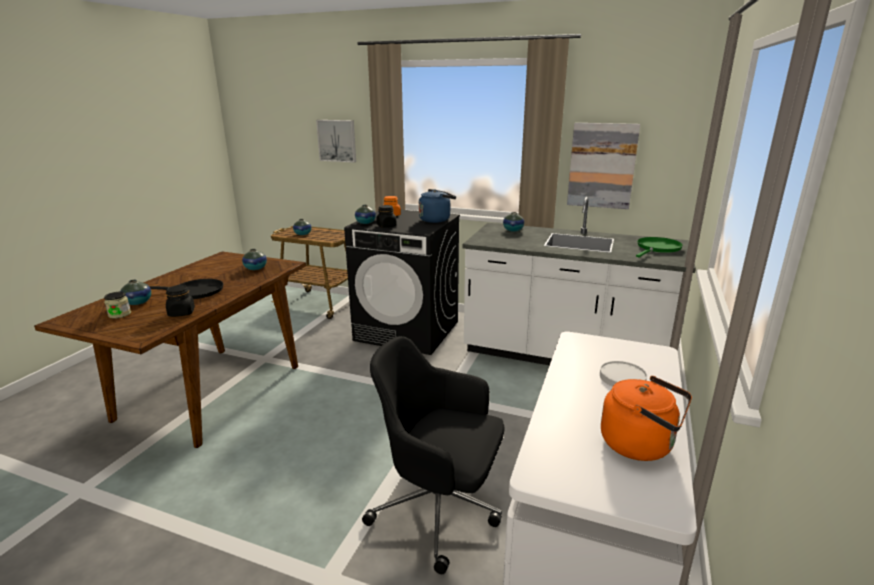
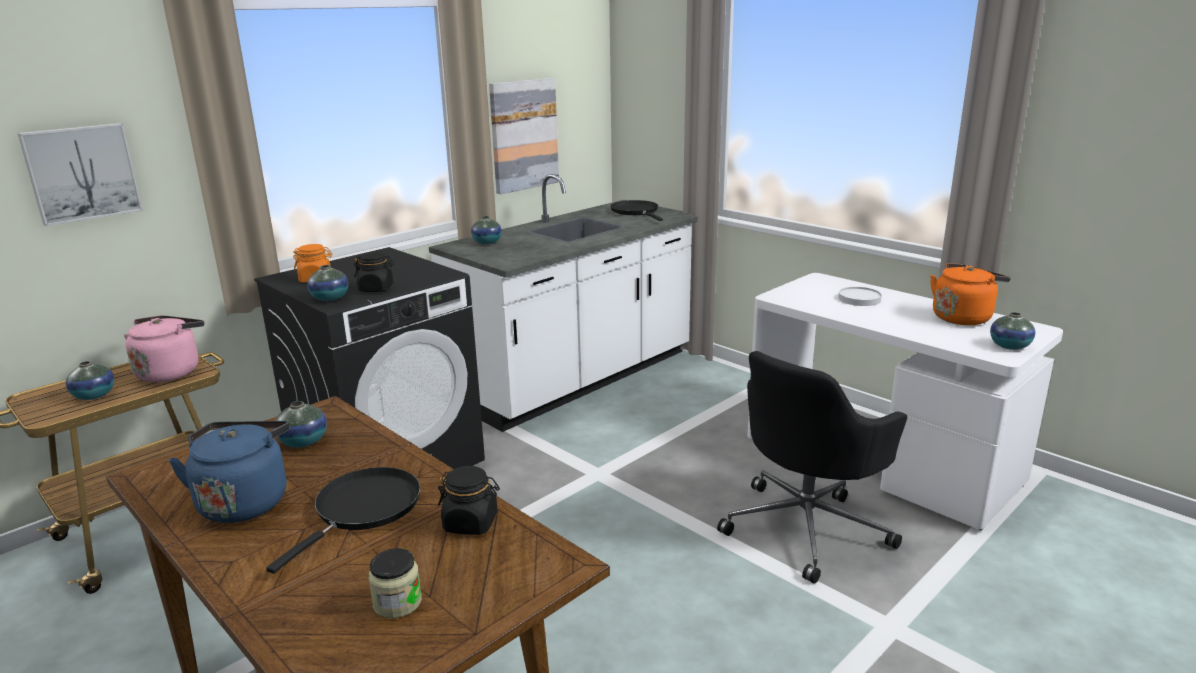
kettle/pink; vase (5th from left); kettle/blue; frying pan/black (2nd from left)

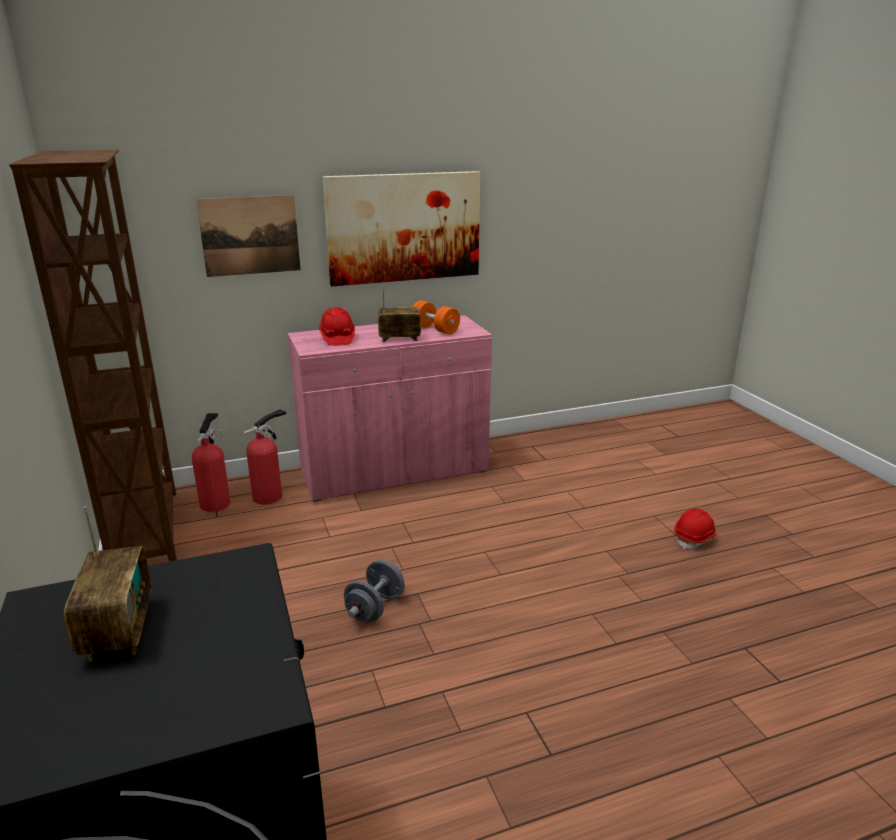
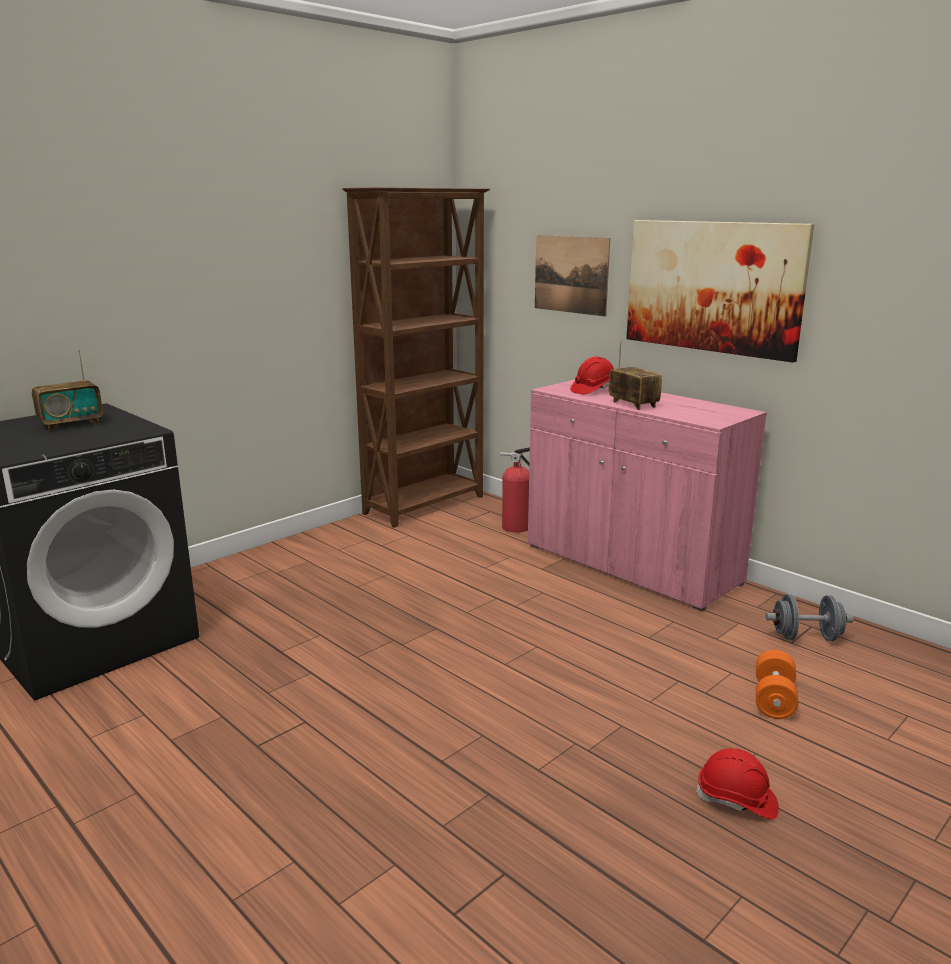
fire extinguisher (1st from left in the first image); dumbbell/grey; dumbbell/orange

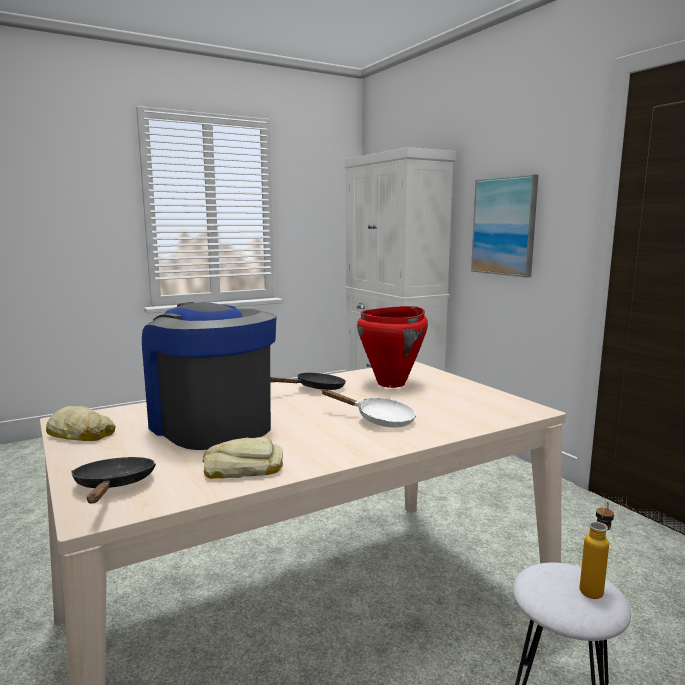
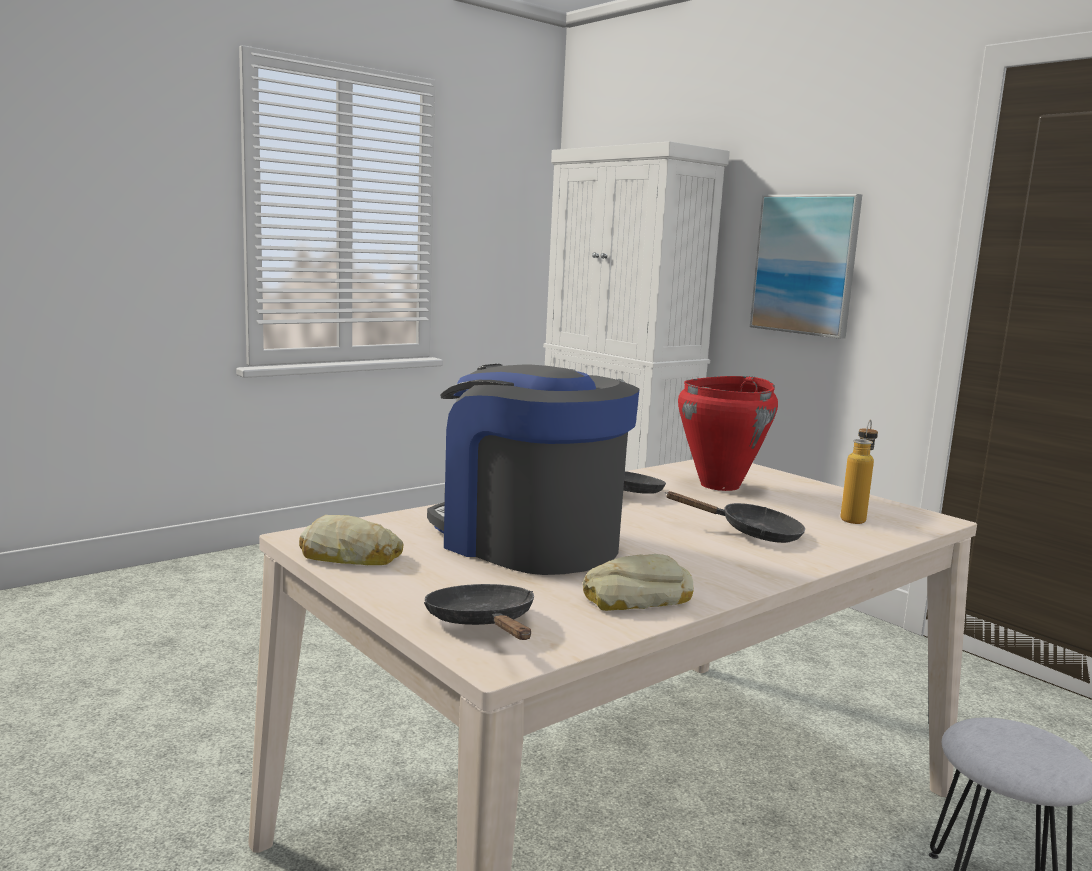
bottle; frying pan/black (3rd from left)

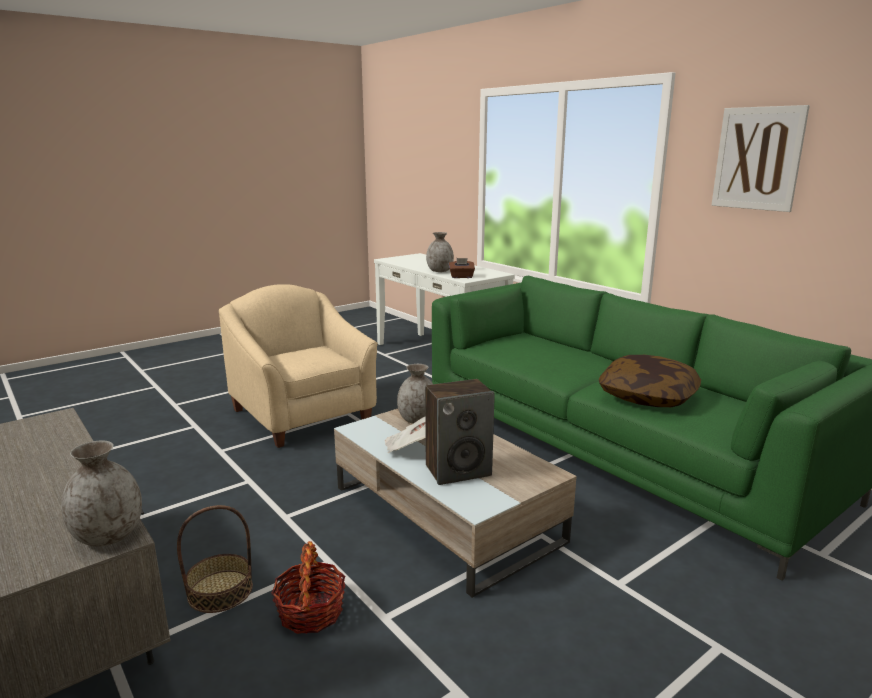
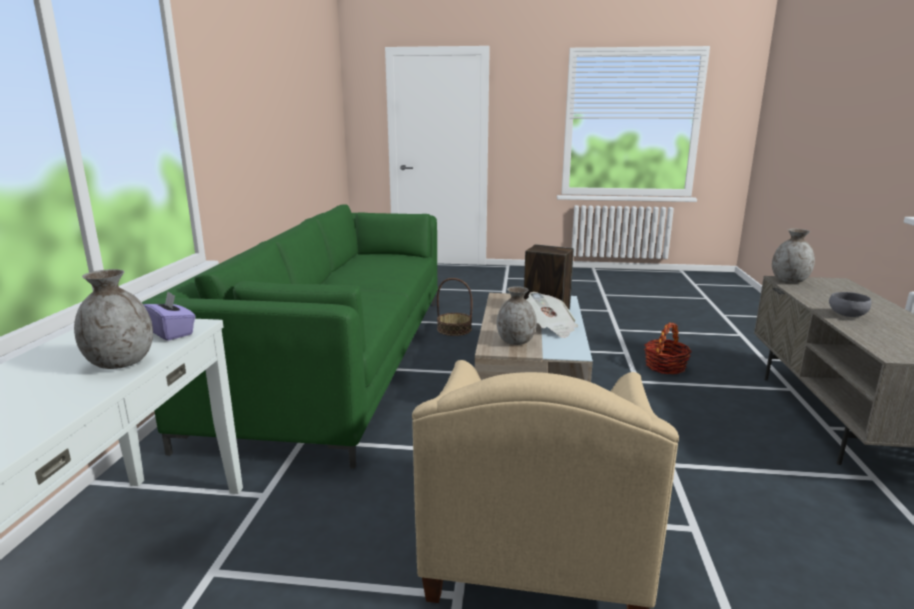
pillow; picture; bowl/grey; basket (1st from left); tissue box/purple

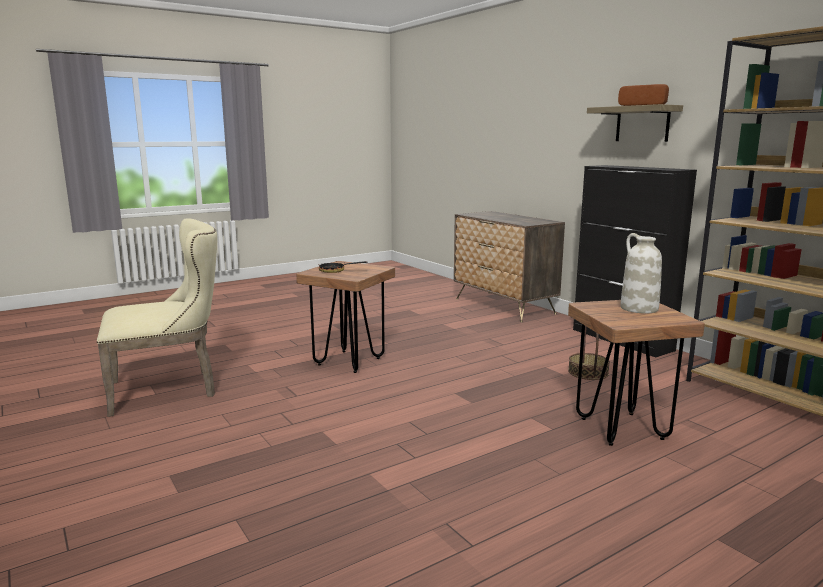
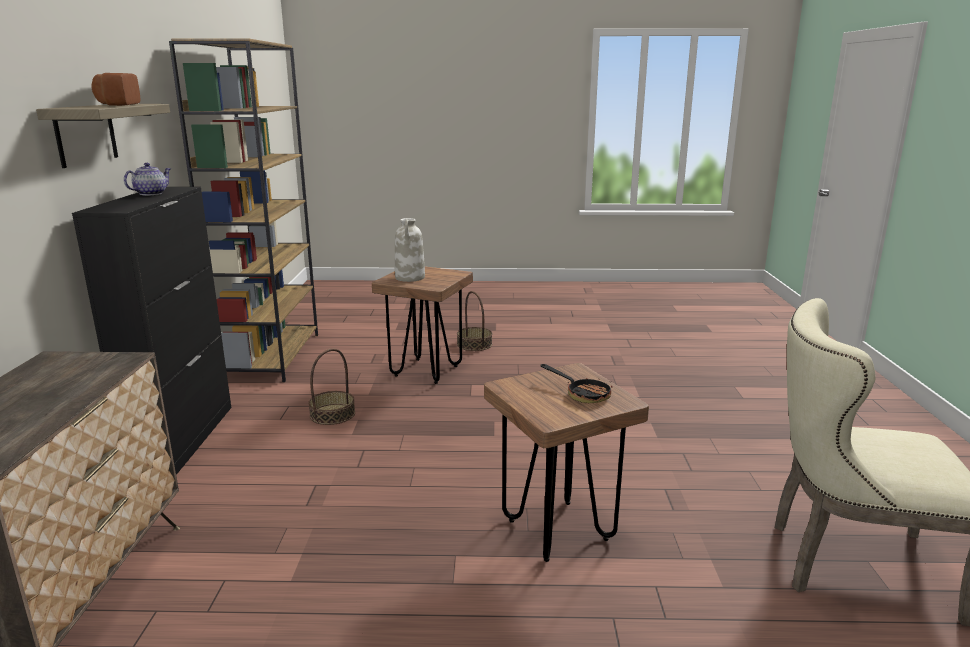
teapot; basket (2nd from left)

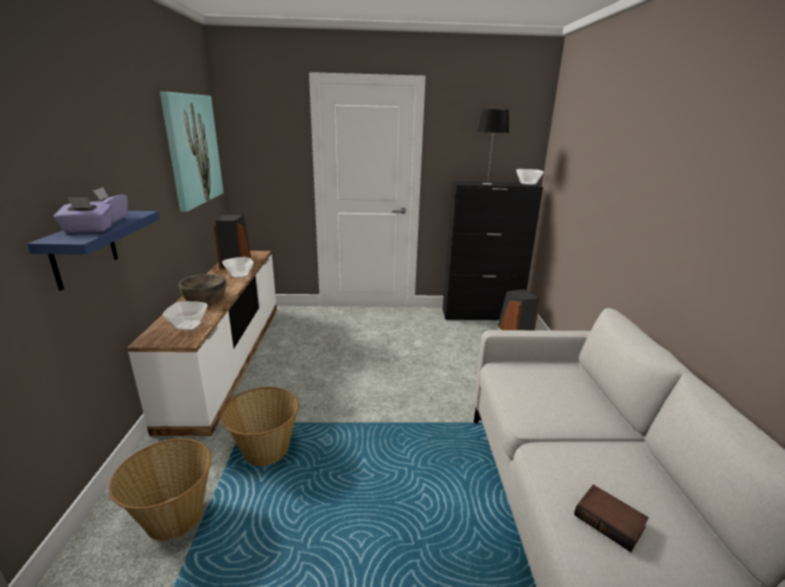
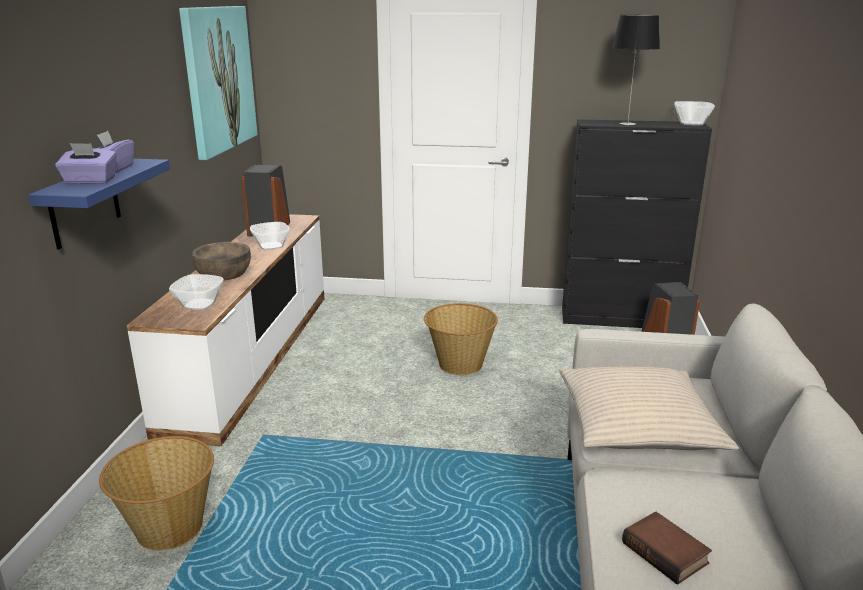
pillow/beige; basket (2nd from left)

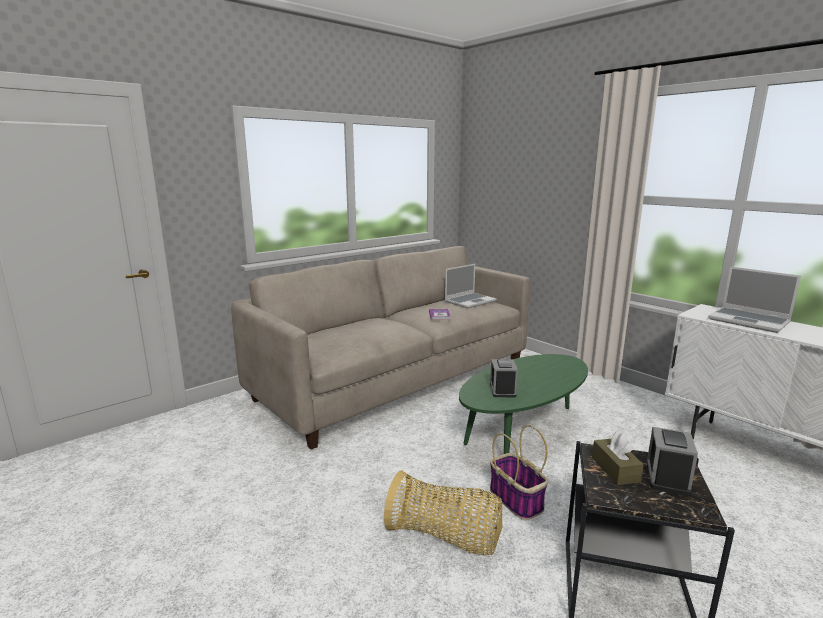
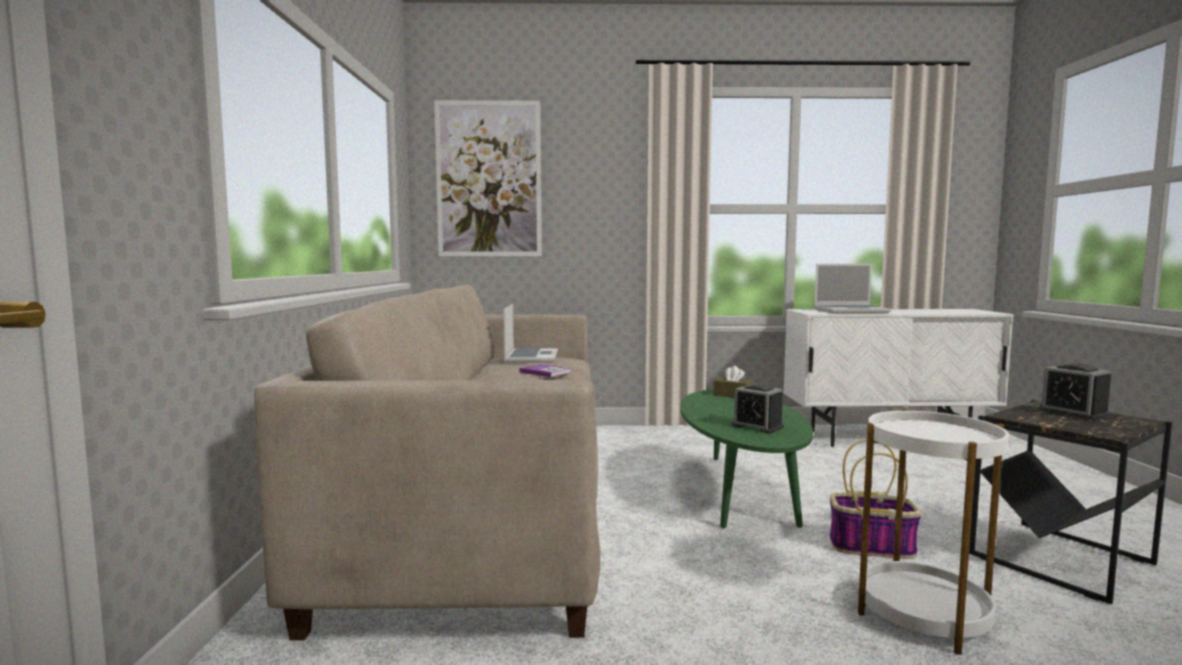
picture; tissue box/brown; side table/white

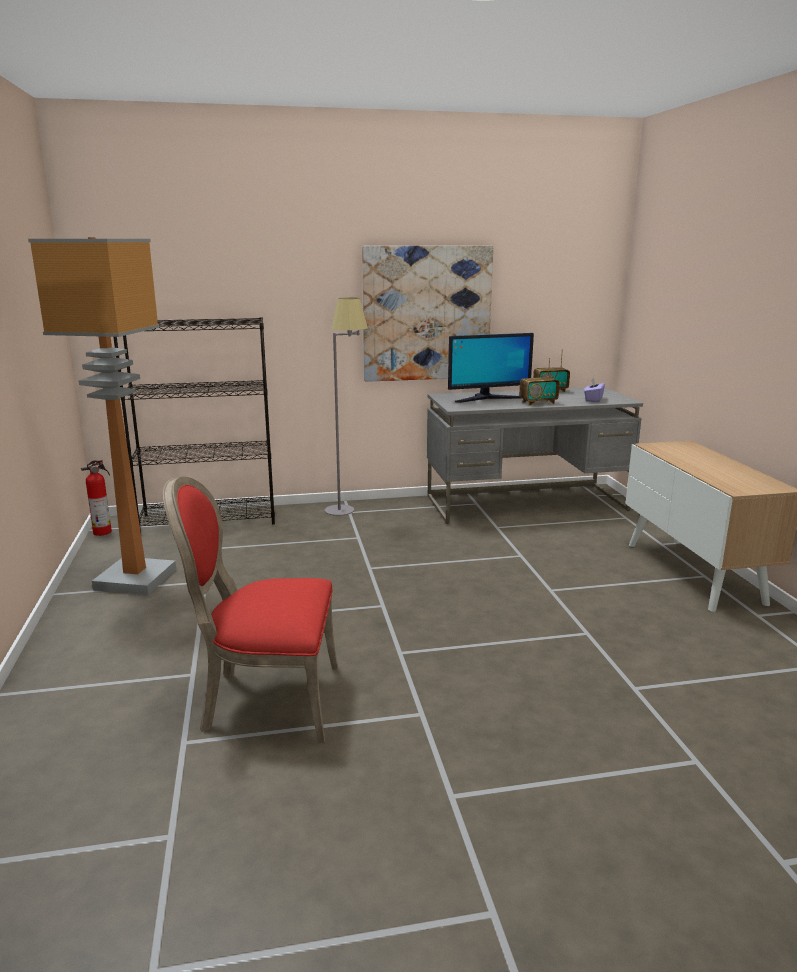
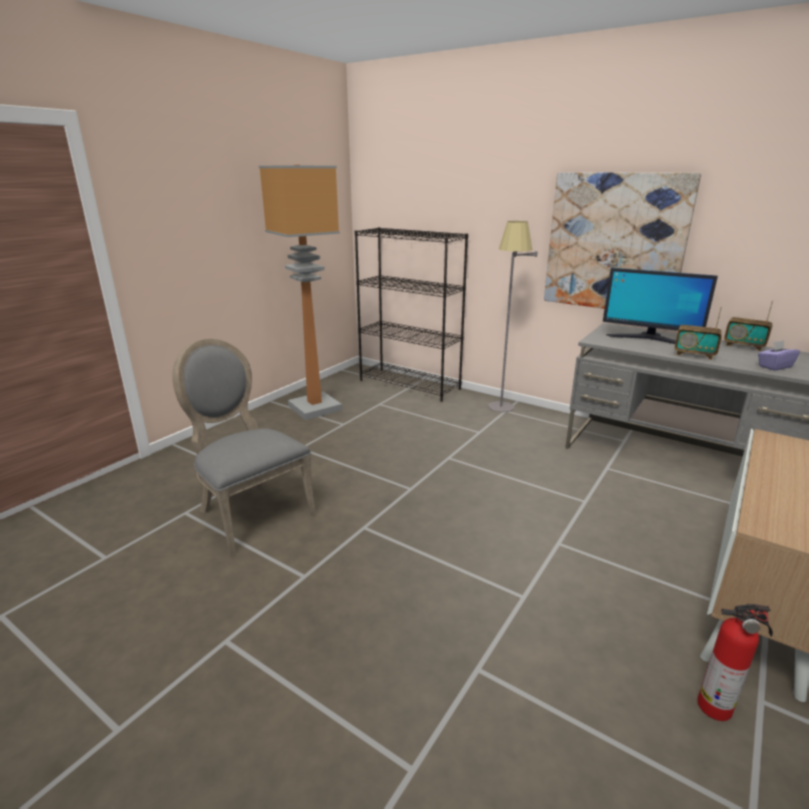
fire extinguisher; chair/grey

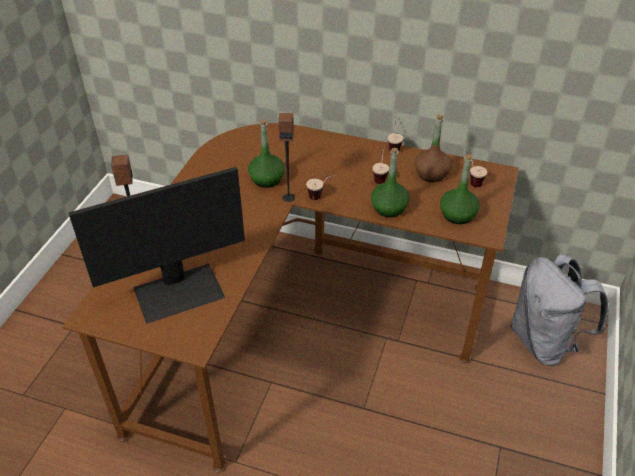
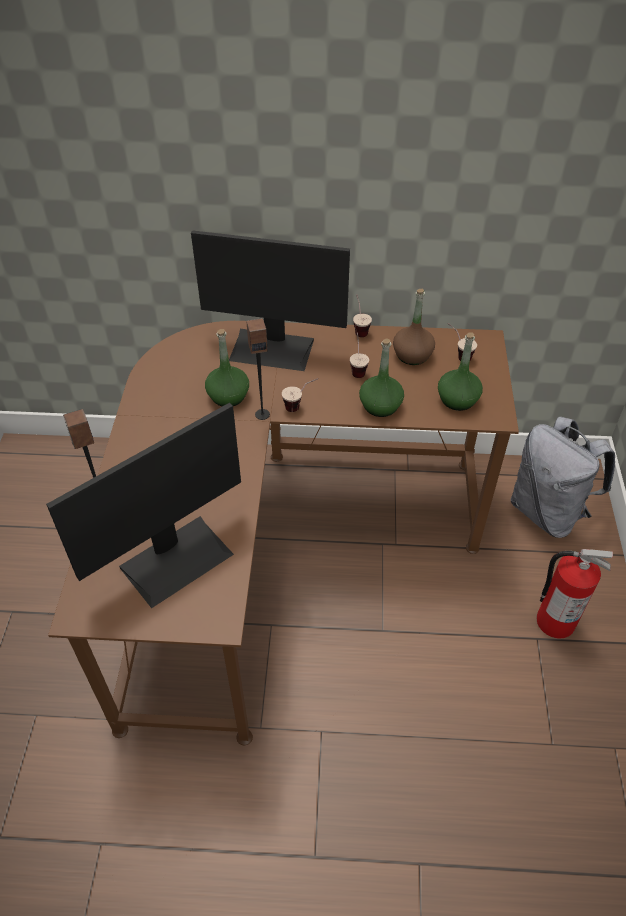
monitor (2nd from left); fire extinguisher

